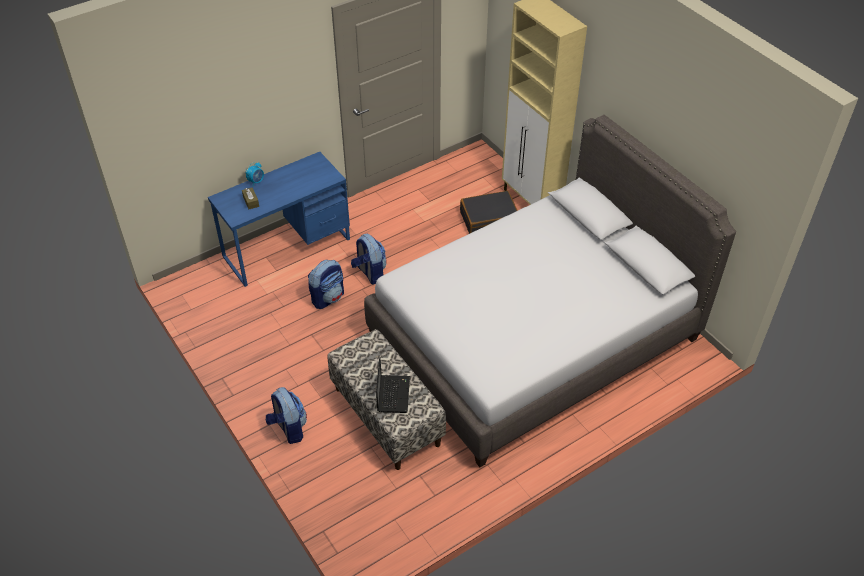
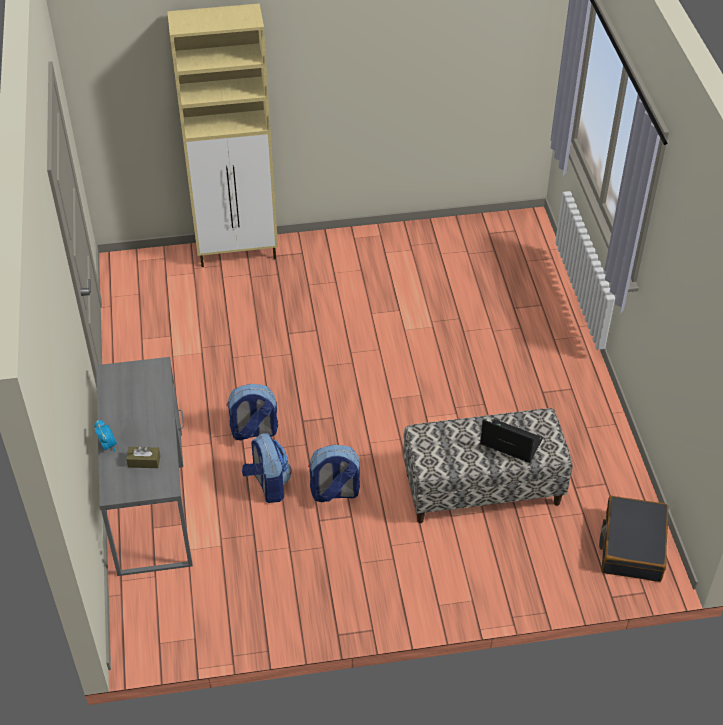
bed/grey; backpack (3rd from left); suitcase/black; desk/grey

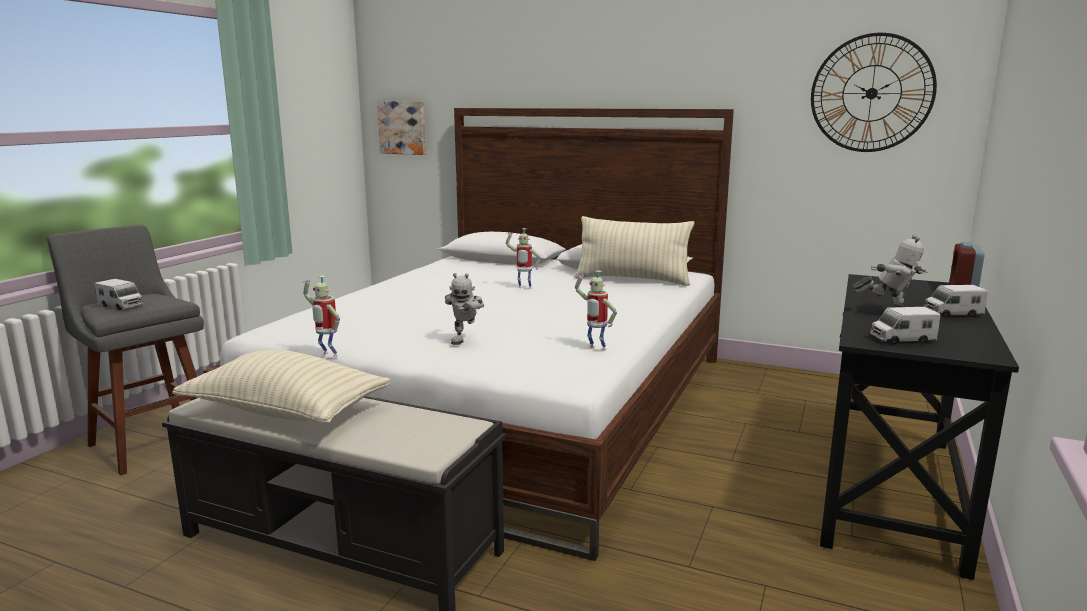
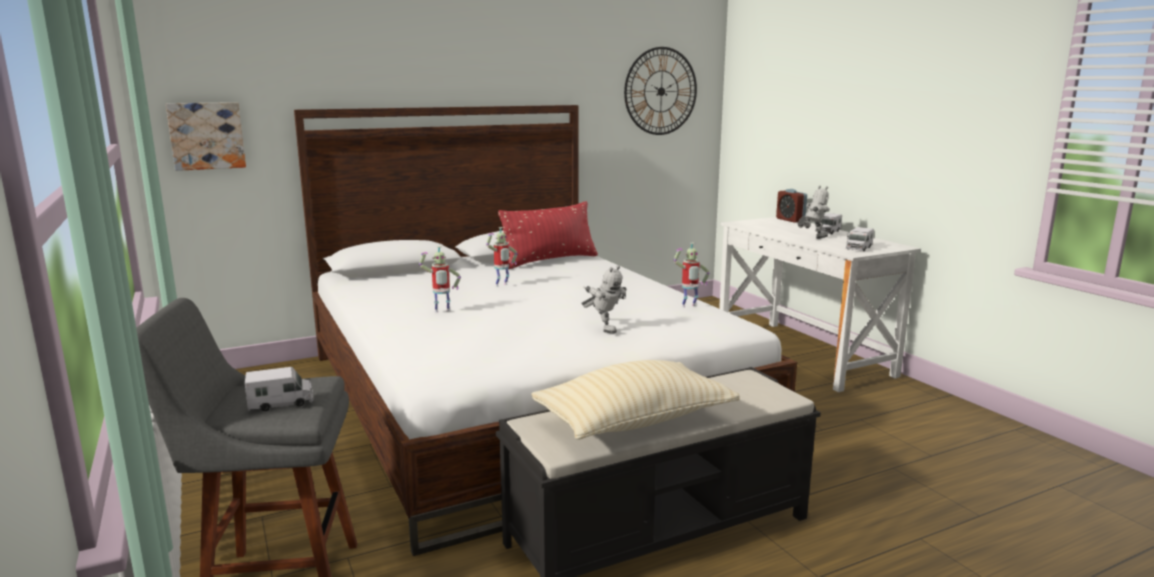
toy robot (1st from left); pillow/red; desk/white

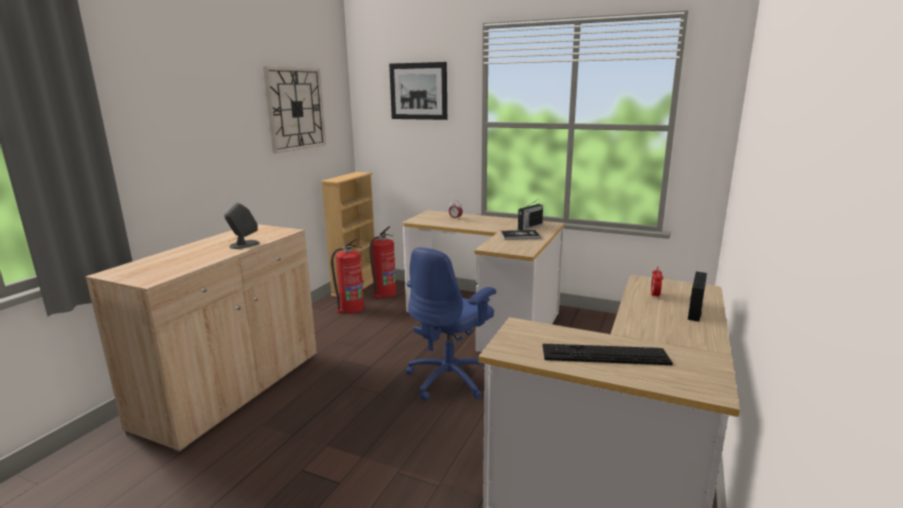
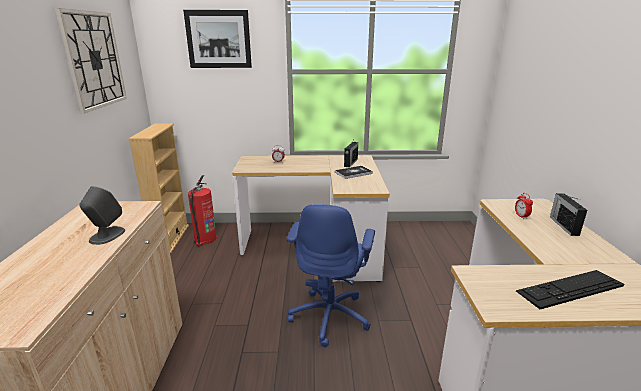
fire extinguisher (1st from left in the first image)

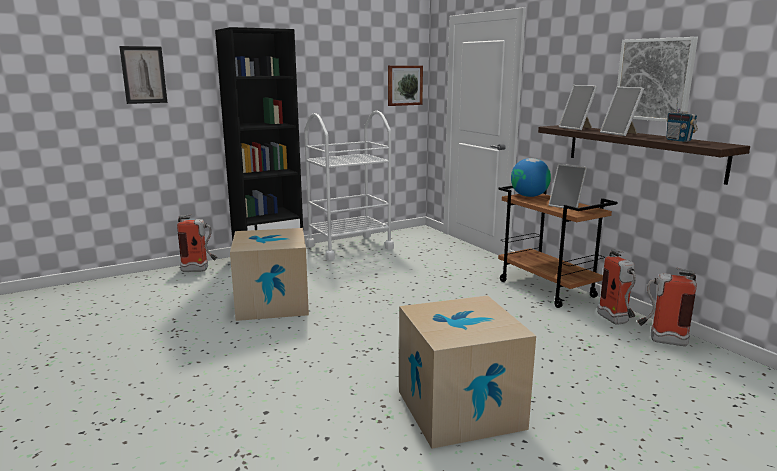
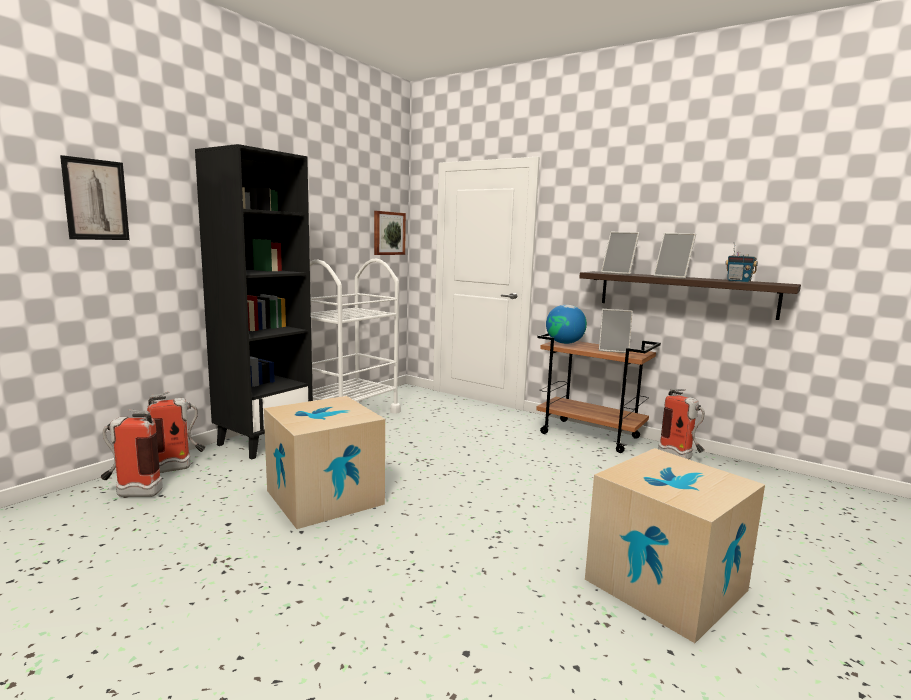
picture (3rd from left in the first image); fire extinguisher (1st from left)

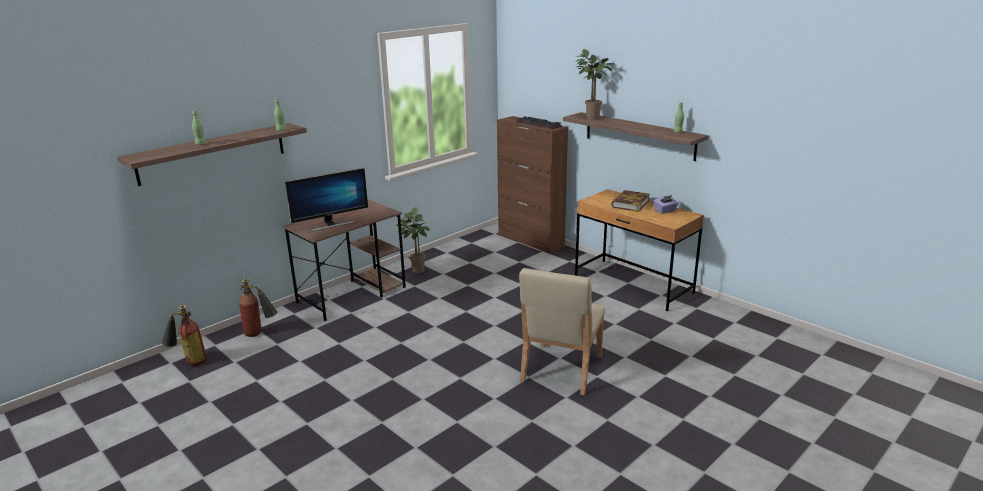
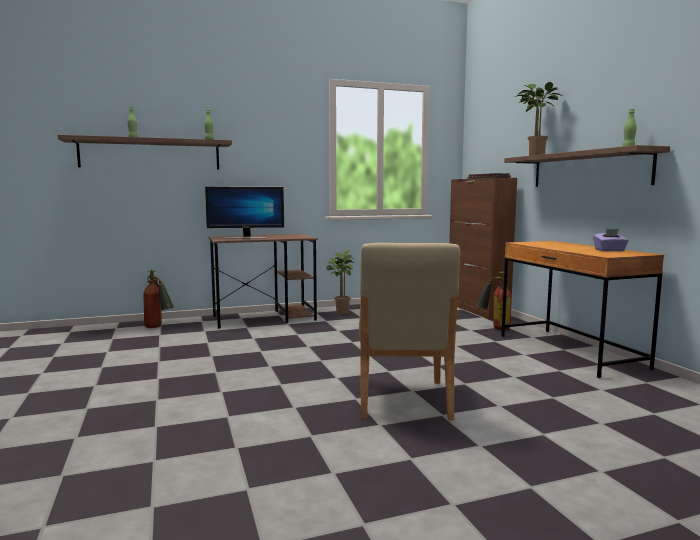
book; fire extinguisher (2nd from left); chair/beige

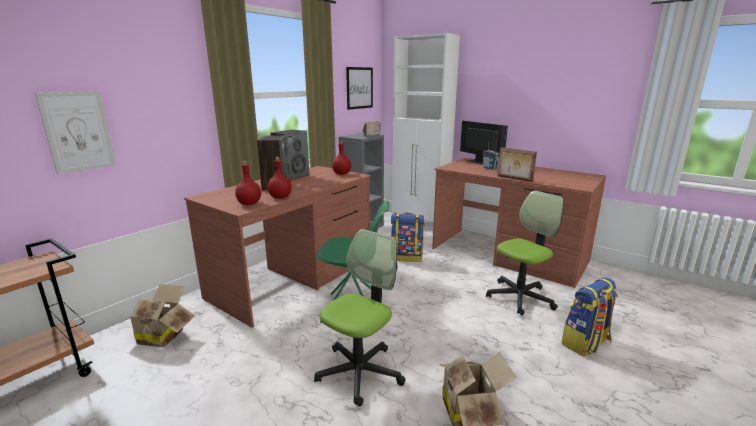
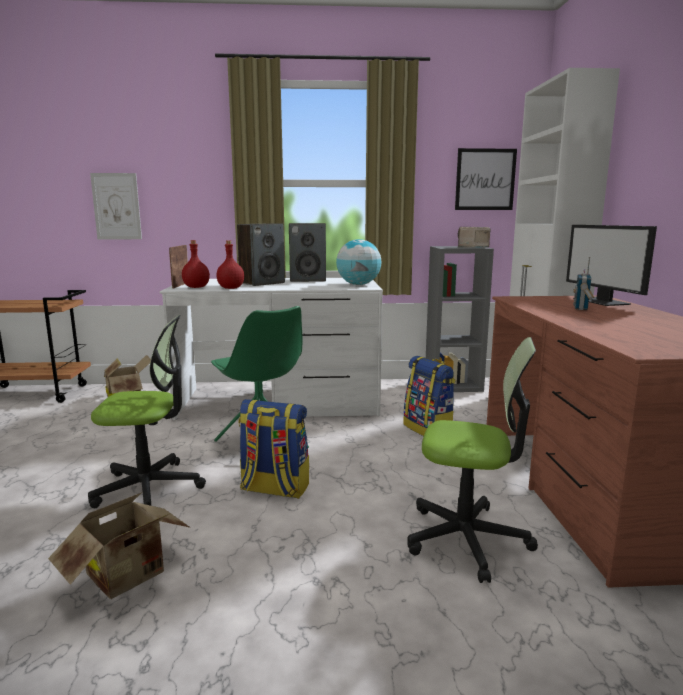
picture frame; backpack (1st from left); globe; desk/white; monitor

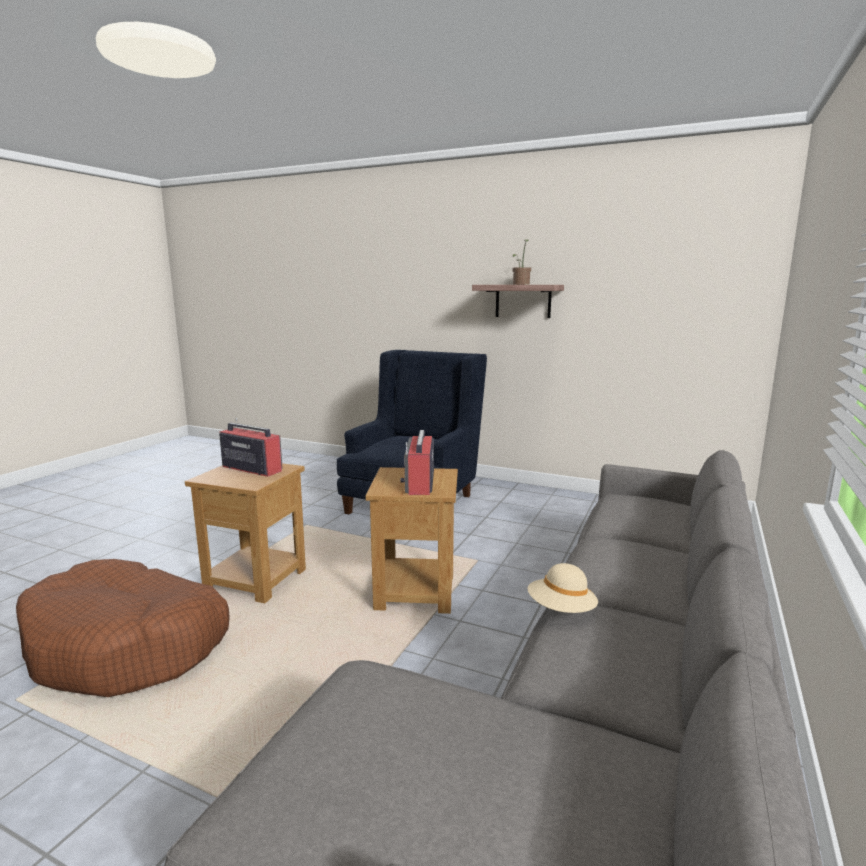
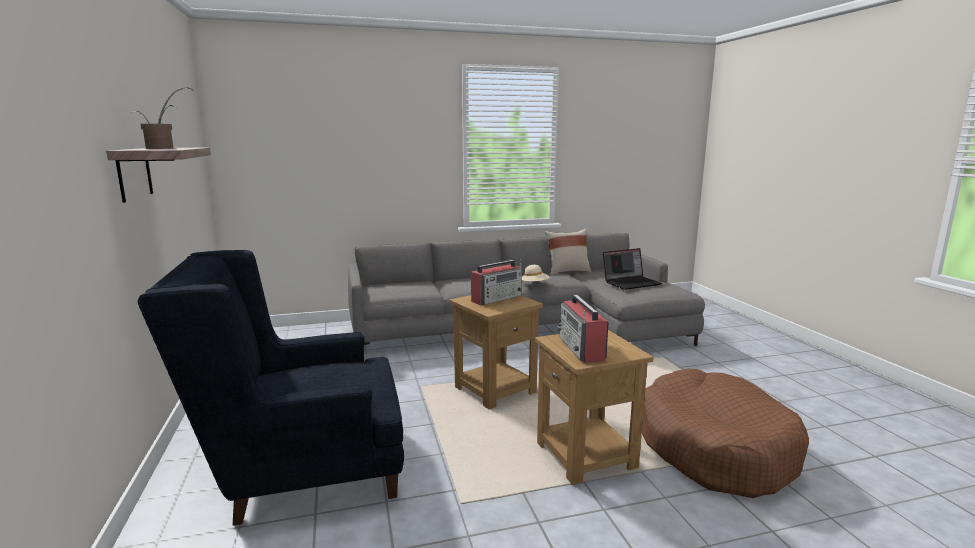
pillow/beige; laptop

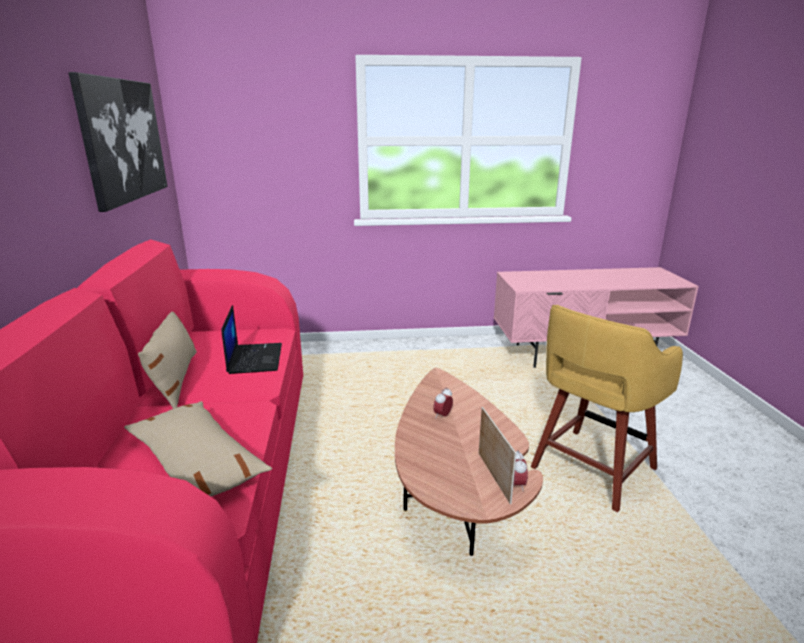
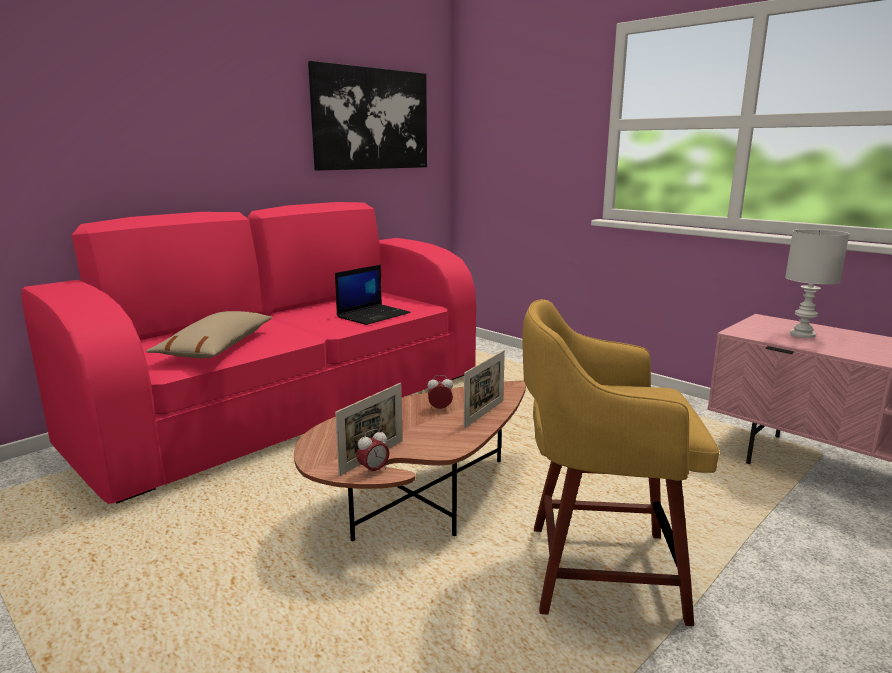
pillow/beige (1st from left in the first image); picture frame (2nd from left); table lamp/white

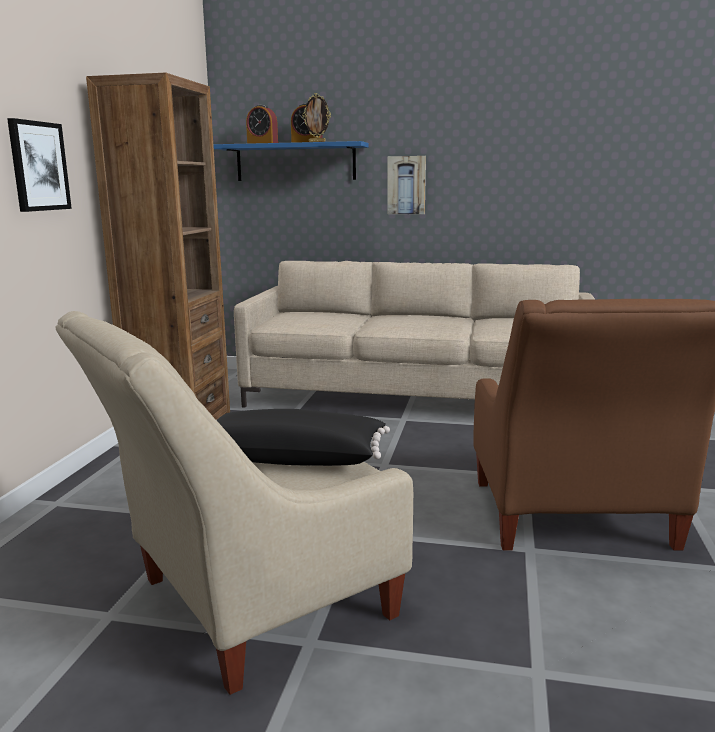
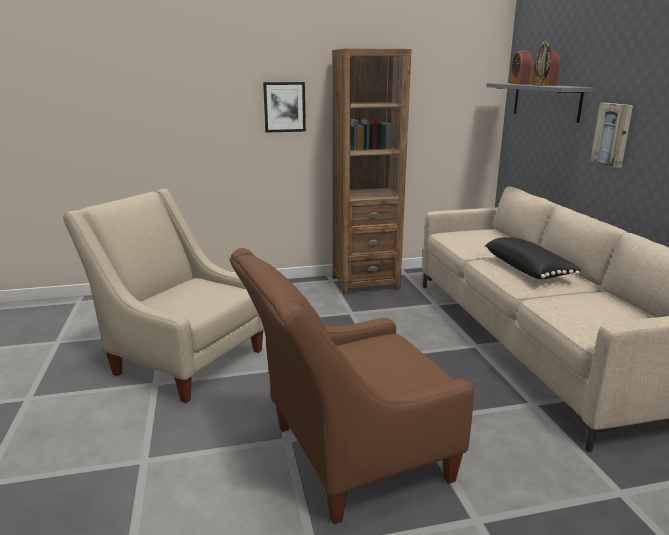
pillow/black; shelf/grey

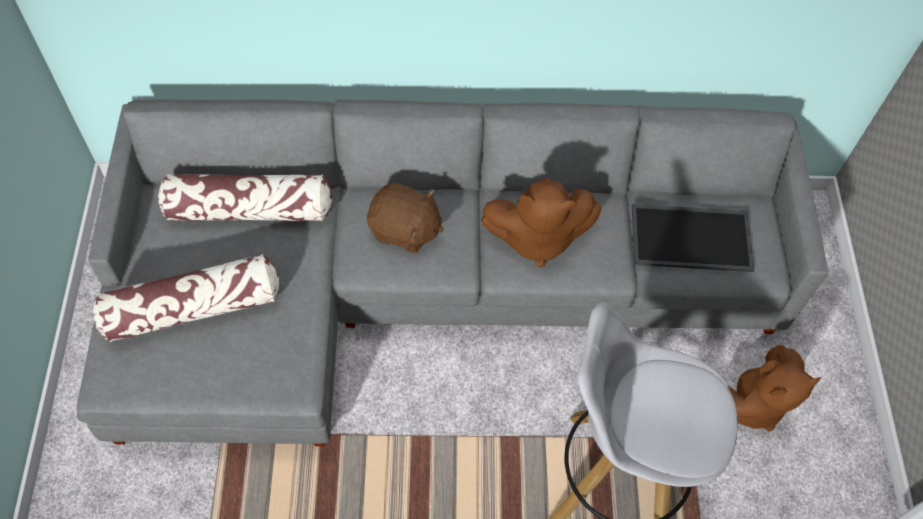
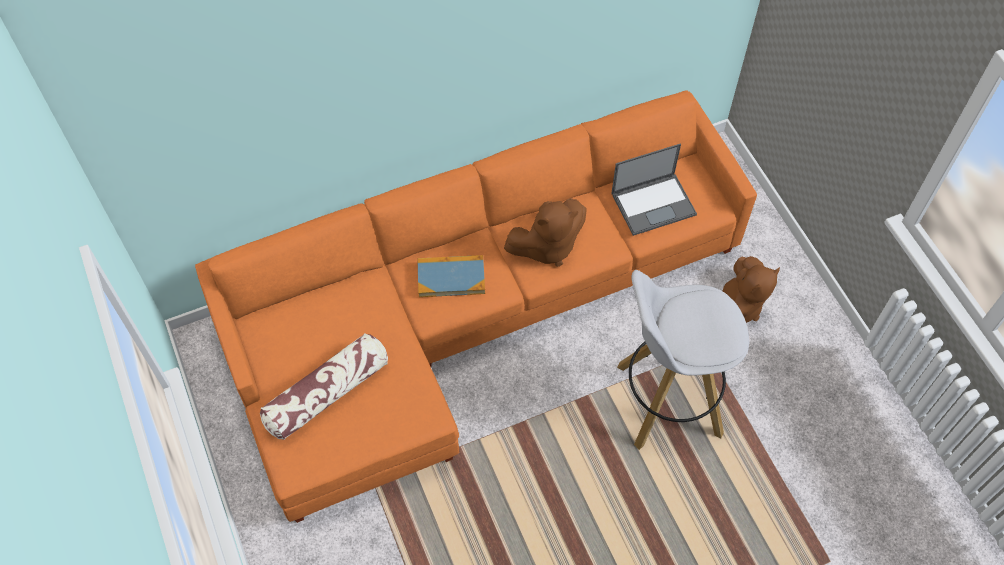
pillow (2nd from left in the first image); book; laptop; sofa/orange

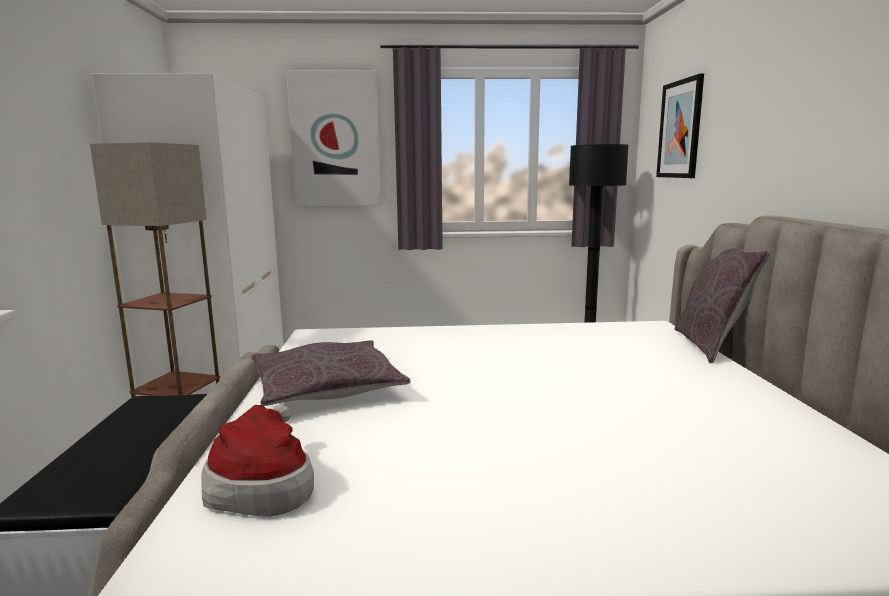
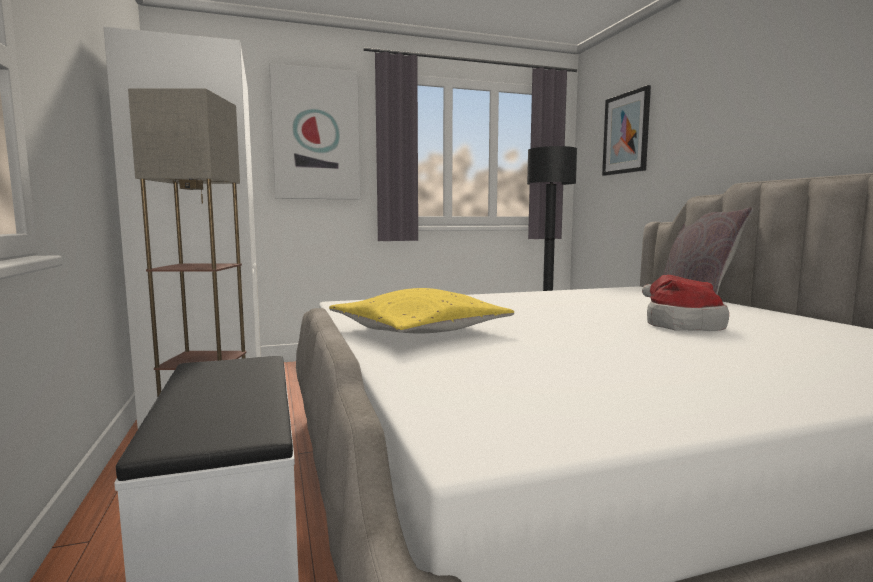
hat; pillow/yellow

